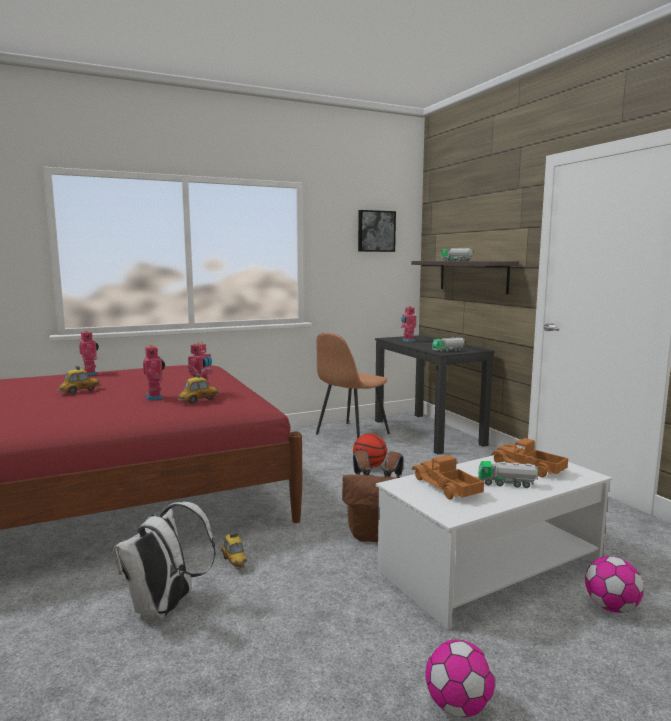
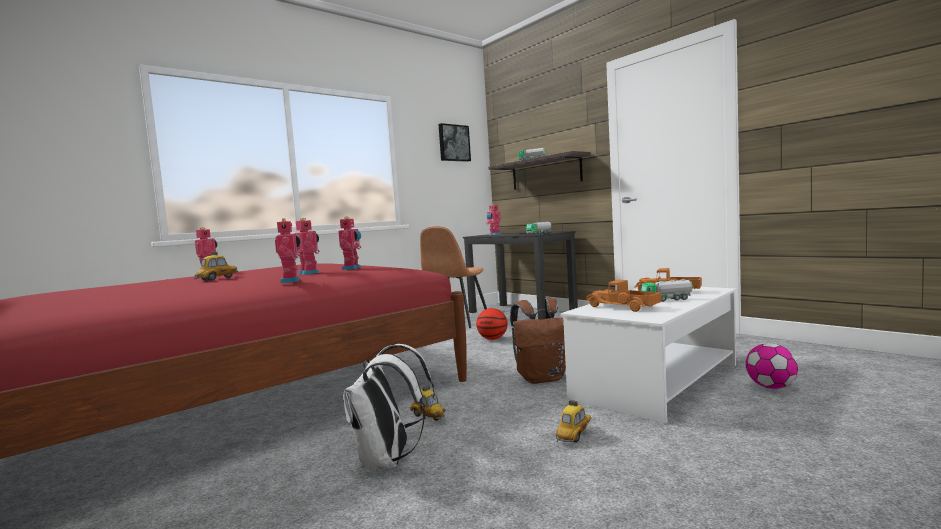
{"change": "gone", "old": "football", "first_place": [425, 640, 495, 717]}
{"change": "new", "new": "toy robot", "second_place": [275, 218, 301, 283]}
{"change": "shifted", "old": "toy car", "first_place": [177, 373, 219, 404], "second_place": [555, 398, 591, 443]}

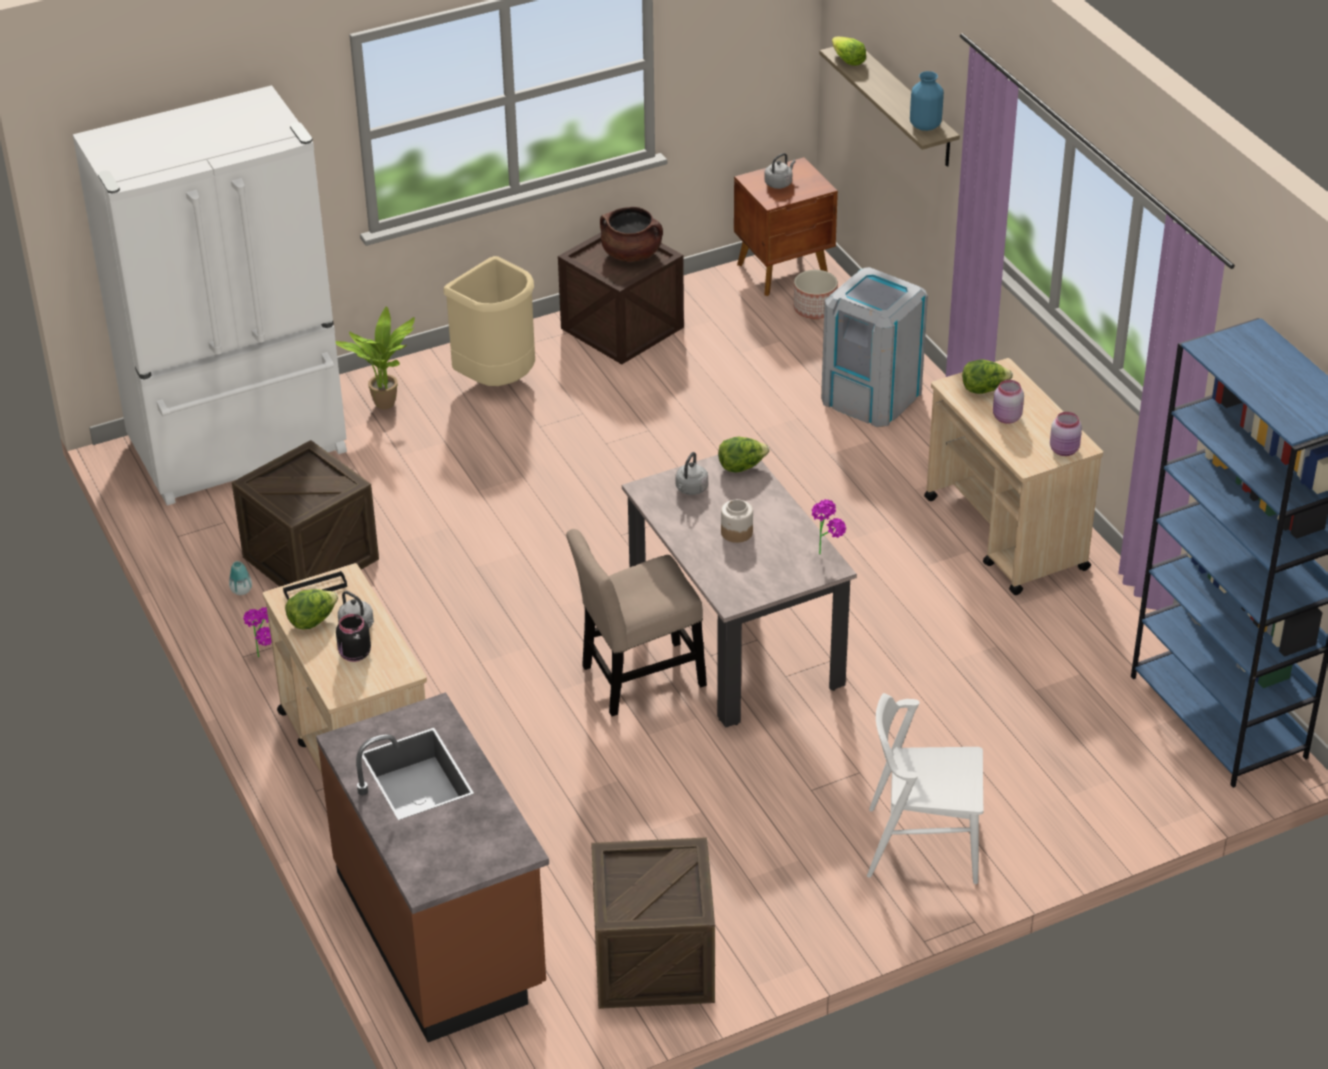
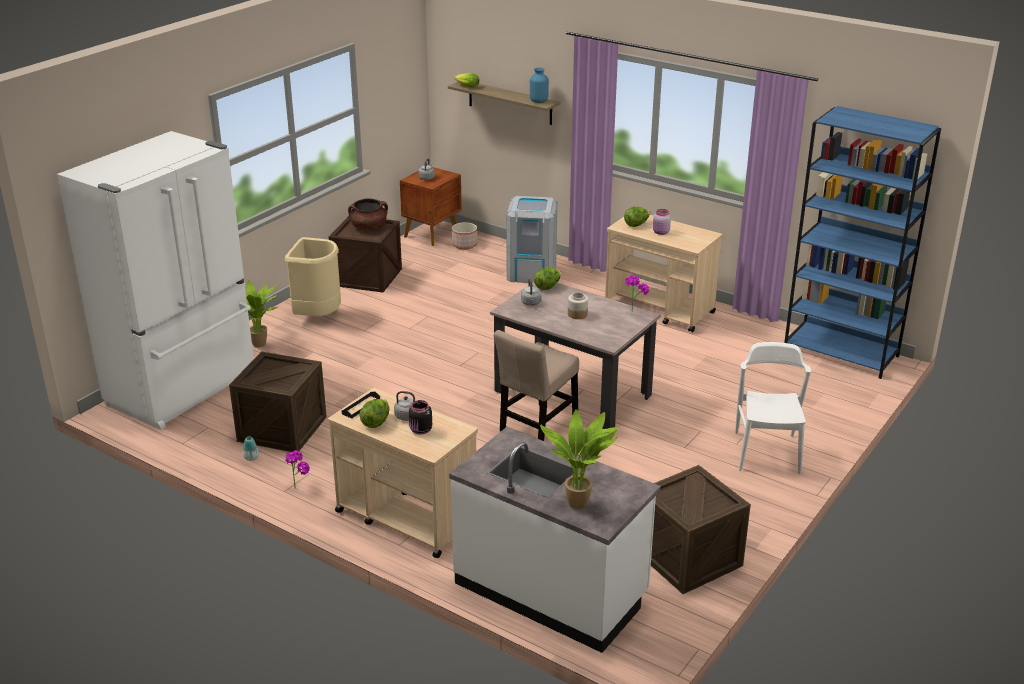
{"change": "gone", "old": "jar (pink)", "first_place": [1050, 412, 1082, 456]}
{"change": "new", "new": "potted plant", "second_place": [540, 409, 620, 509]}
{"change": "repainted", "old": "counter (brown)", "new": "counter (white)", "first_place": [316, 692, 549, 1042], "second_place": [449, 427, 661, 653]}
{"change": "rotated", "old": "chair (white)", "first_place": [867, 693, 984, 884], "second_place": [735, 342, 811, 474], "degrees": 120}

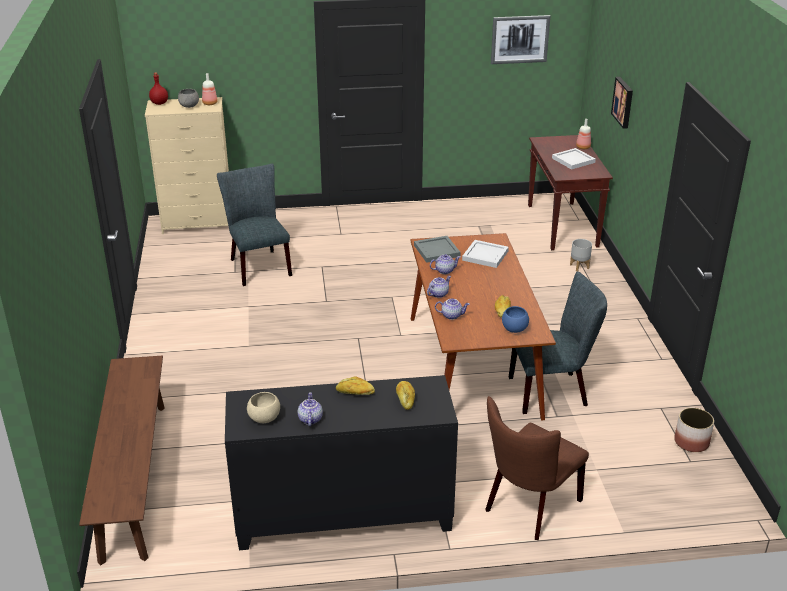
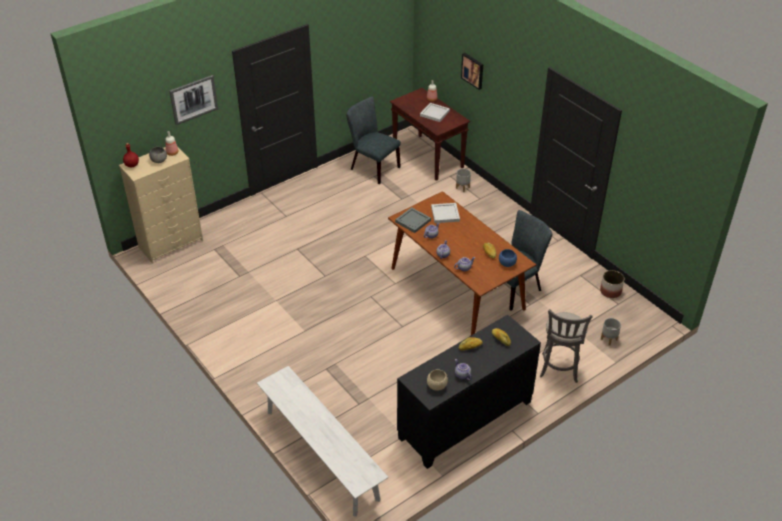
{"change": "new", "new": "planter (grey)", "second_place": [601, 318, 621, 346]}
{"change": "shifted", "old": "chair (grey)", "first_place": [217, 164, 292, 286], "second_place": [347, 96, 401, 184]}
{"change": "shifted", "old": "picture", "first_place": [491, 15, 550, 64], "second_place": [169, 75, 218, 125]}
{"change": "swapped", "old": "chair (brown)", "new": "stool (grey)", "first_place": [485, 396, 589, 540], "second_place": [540, 309, 592, 383]}
{"change": "repainted", "old": "bench (brown)", "new": "bench (white)", "first_place": [79, 355, 165, 565], "second_place": [257, 366, 388, 517]}

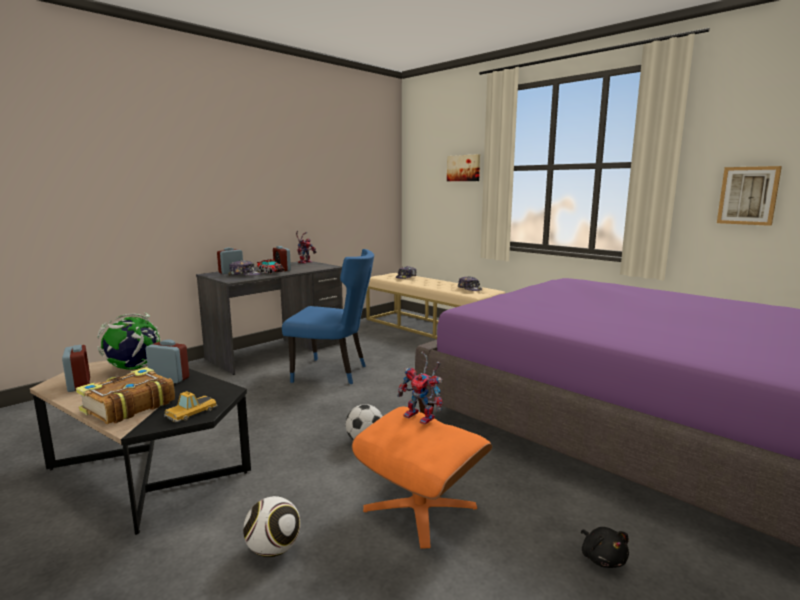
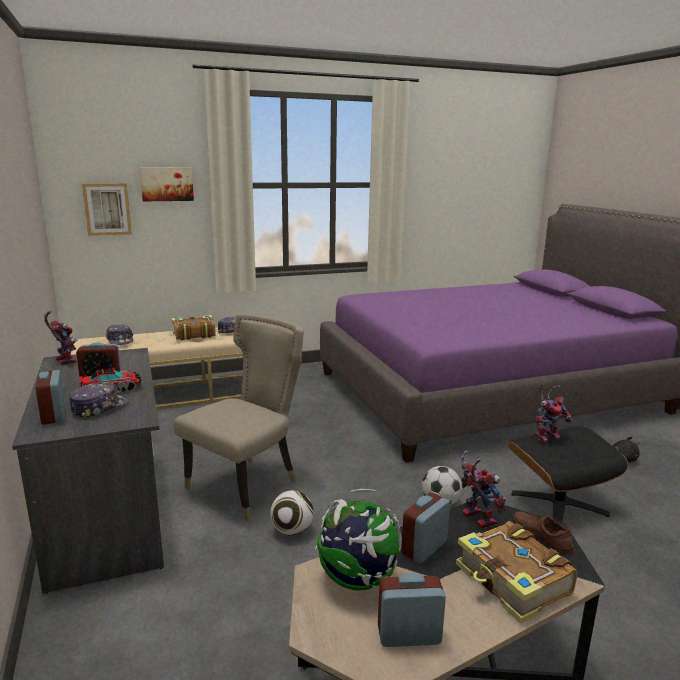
{"change": "new", "new": "book", "second_place": [172, 315, 216, 340]}
{"change": "new", "new": "toy robot", "second_place": [461, 450, 506, 529]}
{"change": "shifted", "old": "football", "first_place": [243, 496, 300, 557], "second_place": [270, 490, 314, 536]}
{"change": "shifted", "old": "picture", "first_place": [717, 166, 782, 226], "second_place": [82, 183, 132, 236]}
{"change": "swapped", "old": "toy car", "new": "shoe (brown)", "first_place": [164, 391, 218, 422], "second_place": [512, 511, 573, 555]}
{"change": "repainted", "old": "chair (blue)", "new": "chair (beige)", "first_place": [282, 249, 374, 384], "second_place": [173, 313, 304, 521]}
{"change": "repainted", "old": "ottoman (orange)", "new": "ottoman (black)", "first_place": [352, 407, 492, 549], "second_place": [508, 426, 628, 523]}

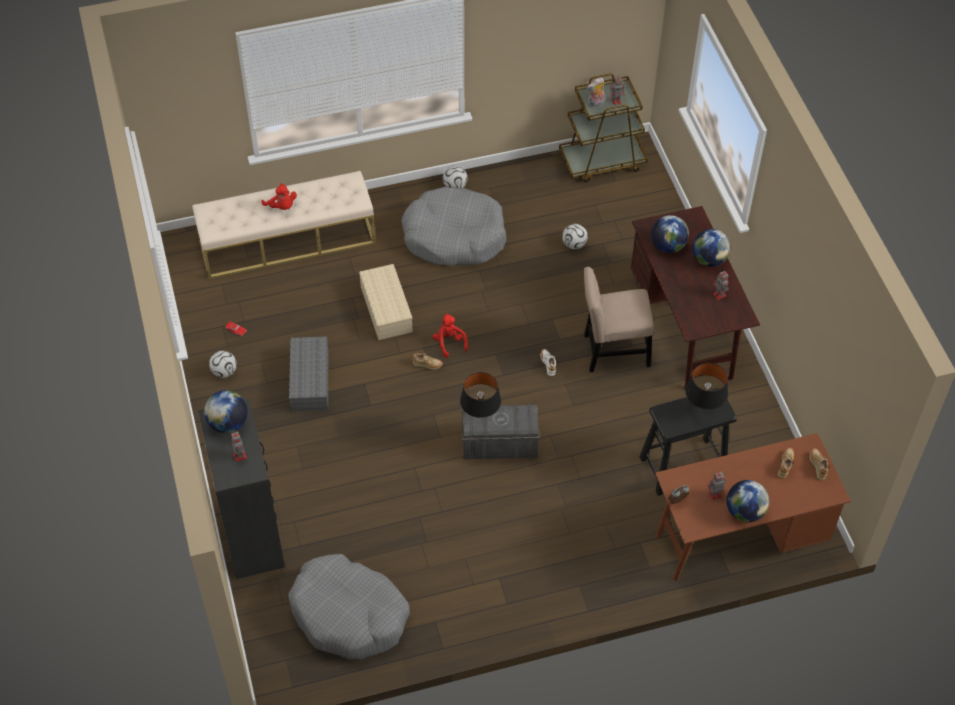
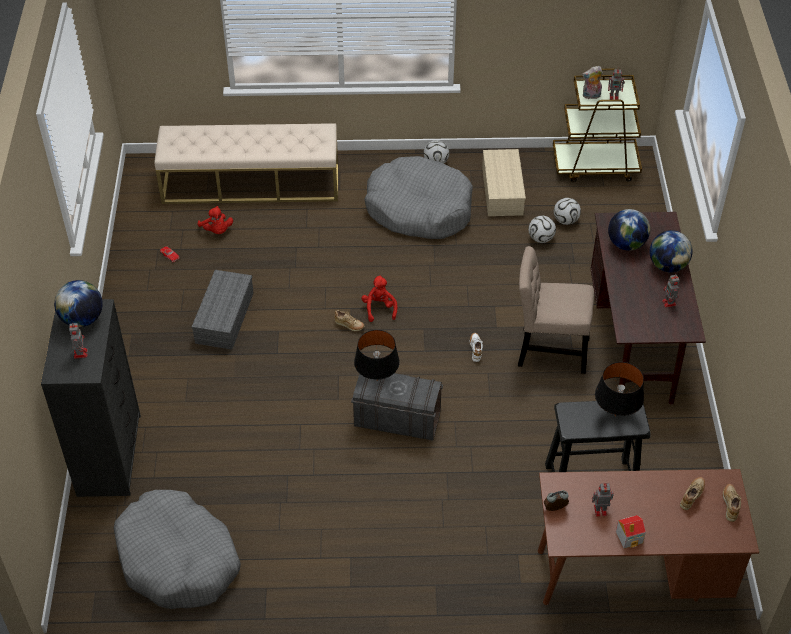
{"change": "shifted", "old": "football", "first_place": [209, 351, 237, 378], "second_place": [554, 198, 581, 225]}
{"change": "shifted", "old": "plush toy (red)", "first_place": [261, 183, 297, 210], "second_place": [197, 206, 233, 234]}
{"change": "shifted", "old": "storage box (beige)", "first_place": [359, 264, 413, 340], "second_place": [482, 149, 526, 216]}
{"change": "swapped", "old": "globe", "new": "toy house", "first_place": [727, 480, 769, 522], "second_place": [616, 515, 646, 549]}

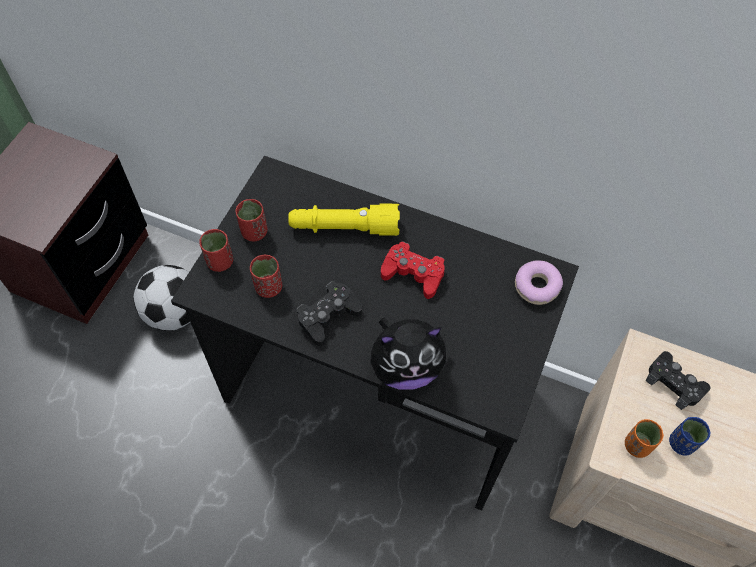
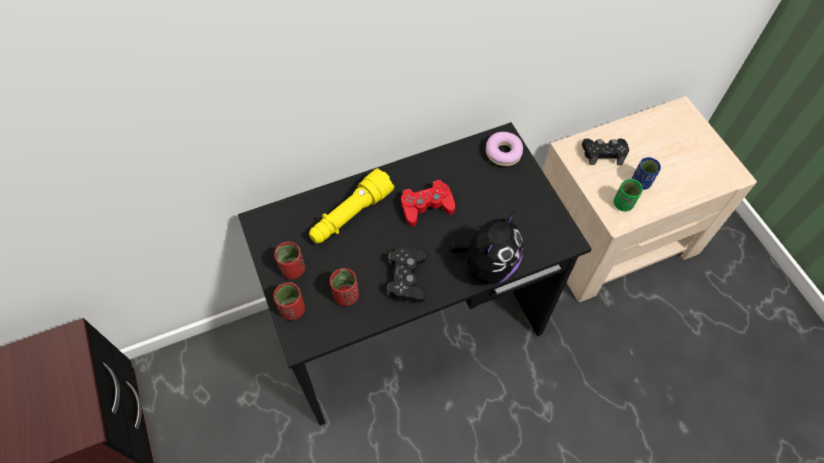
{"change": "gone", "old": "football", "first_place": [134, 265, 190, 331]}
{"change": "repainted", "old": "cup (orange)", "new": "cup (green)", "first_place": [625, 419, 664, 458], "second_place": [614, 179, 643, 211]}

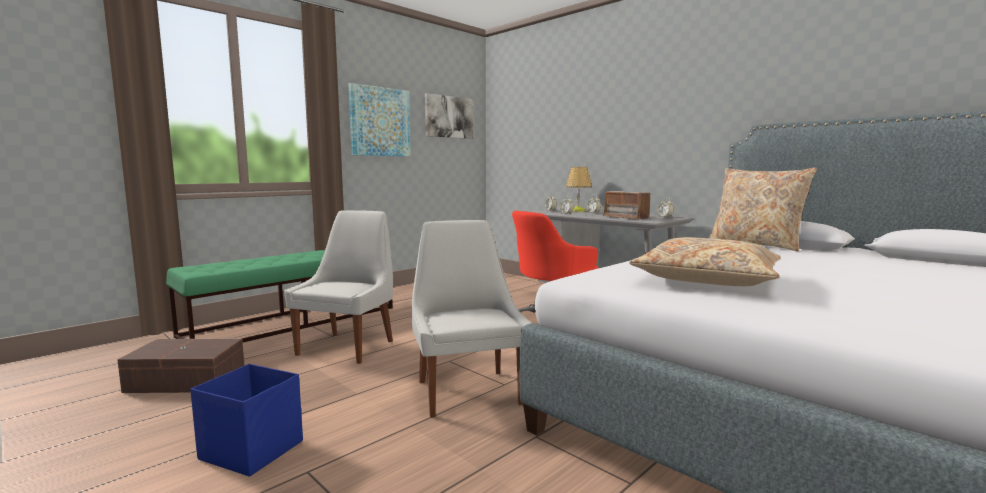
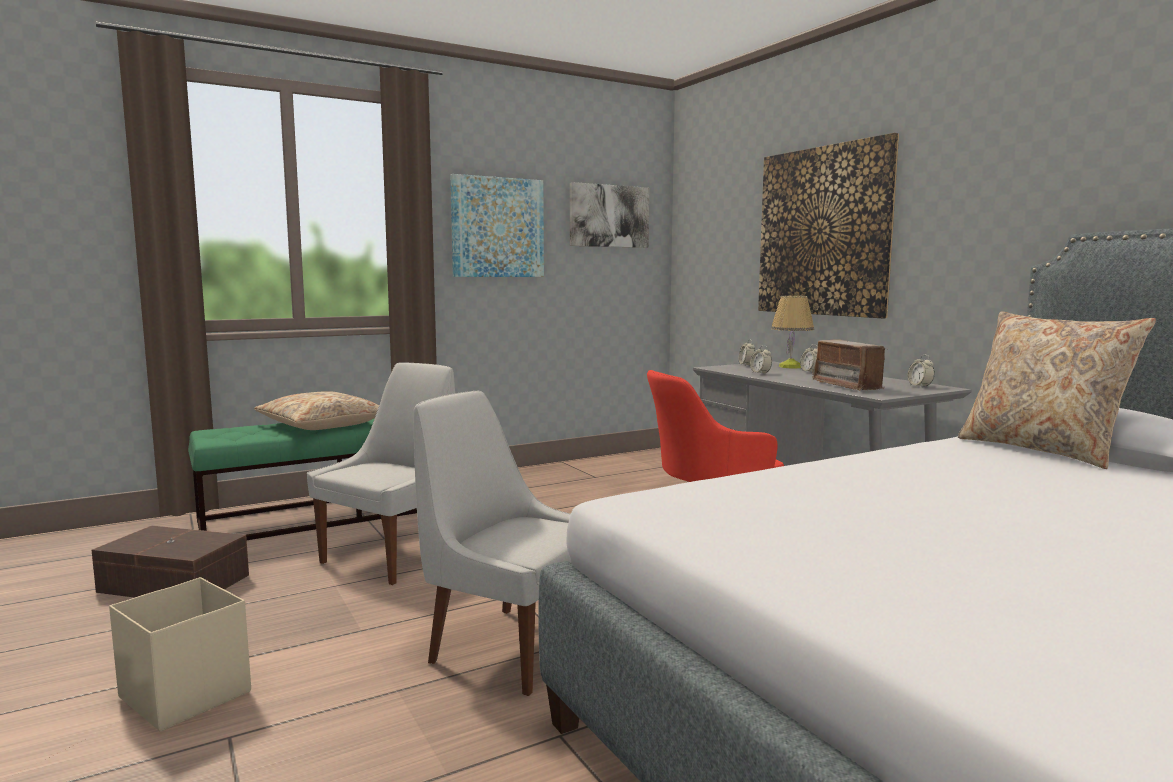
{"change": "new", "new": "picture", "second_place": [758, 133, 899, 318]}
{"change": "shifted", "old": "pillow (beige)", "first_place": [629, 237, 781, 286], "second_place": [254, 391, 379, 430]}
{"change": "repainted", "old": "storage box (blue)", "new": "storage box (beige)", "first_place": [190, 364, 303, 477], "second_place": [109, 577, 251, 732]}
{"change": "rotated", "old": "chair (white)", "first_place": [411, 220, 531, 418], "second_place": [414, 391, 571, 696], "degrees": -60}

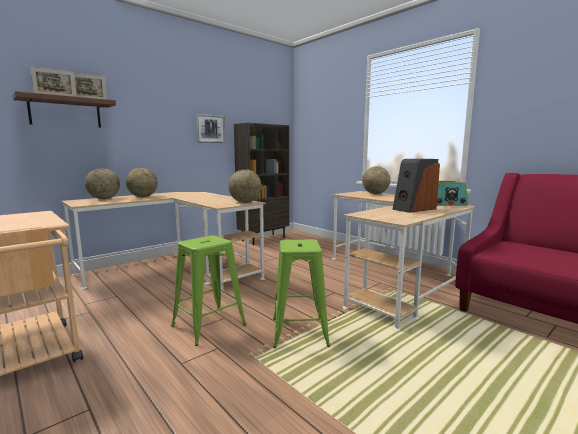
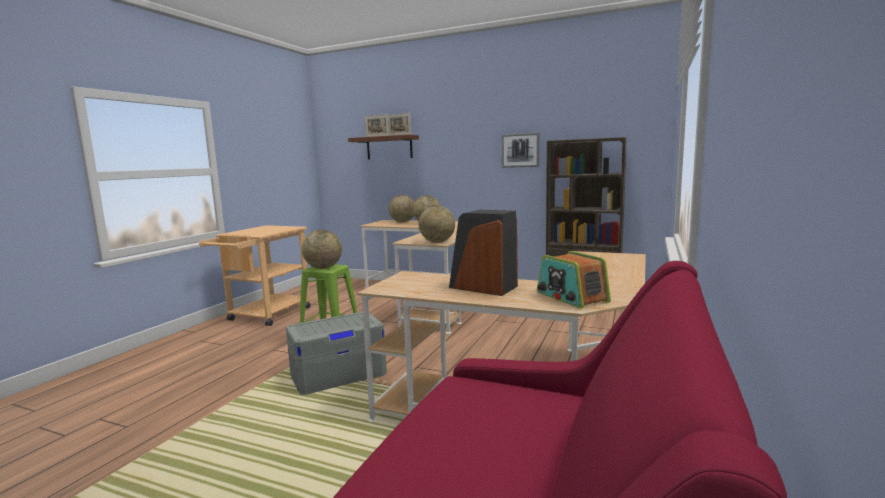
{"change": "shifted", "old": "globe", "first_place": [362, 166, 390, 194], "second_place": [302, 230, 342, 269]}
{"change": "swapped", "old": "stool (green)", "new": "storage box (grey)", "first_place": [273, 239, 330, 348], "second_place": [286, 312, 387, 395]}

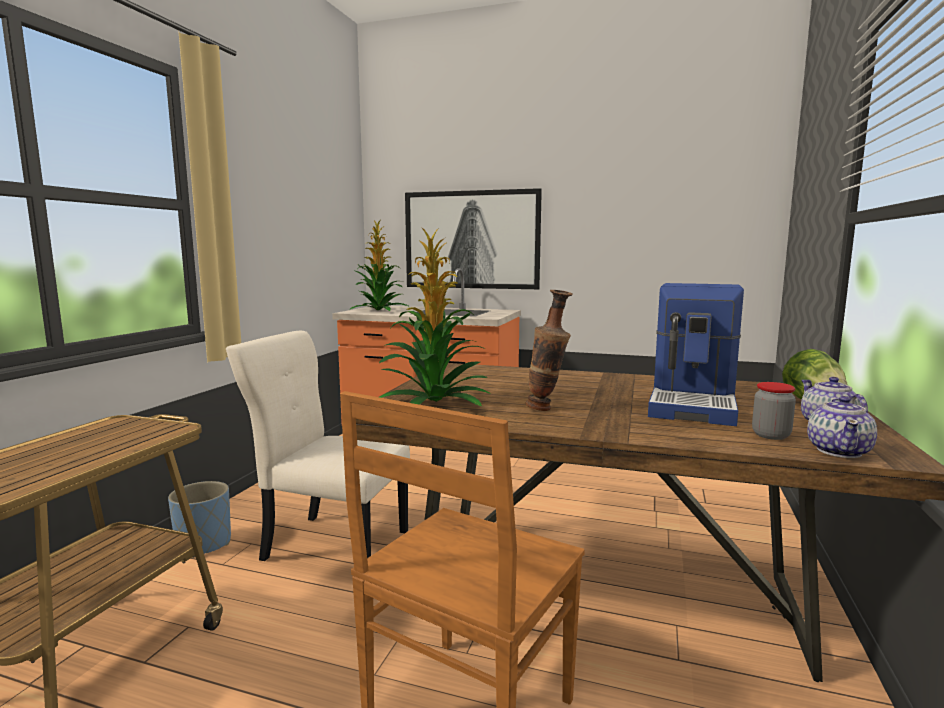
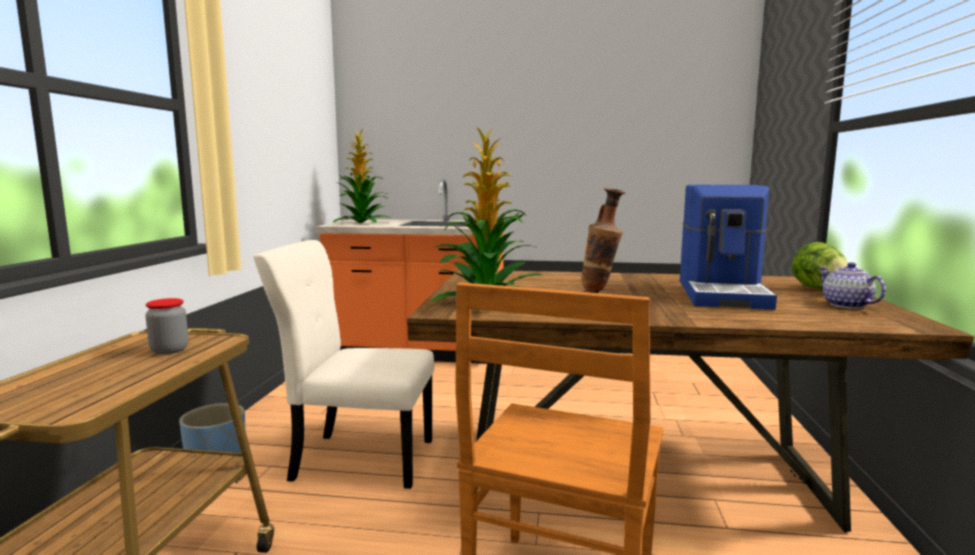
{"change": "gone", "old": "picture", "first_place": [405, 188, 542, 289]}
{"change": "gone", "old": "teapot", "first_place": [807, 396, 877, 458]}
{"change": "shifted", "old": "jar", "first_place": [752, 382, 796, 440], "second_place": [145, 298, 188, 355]}

